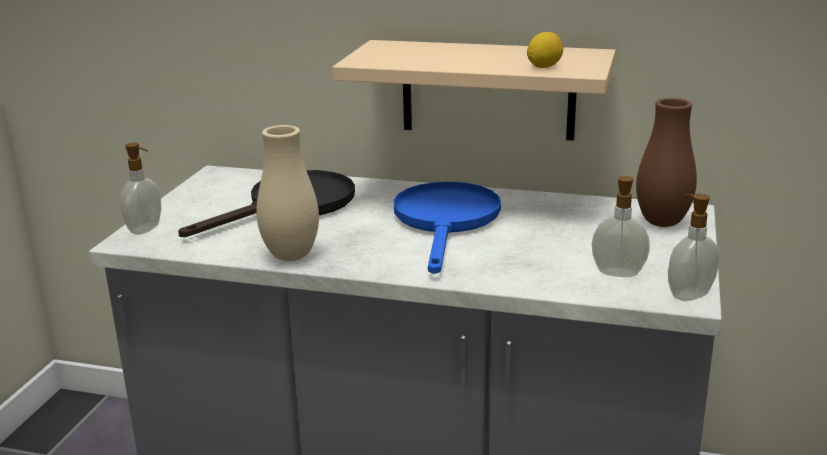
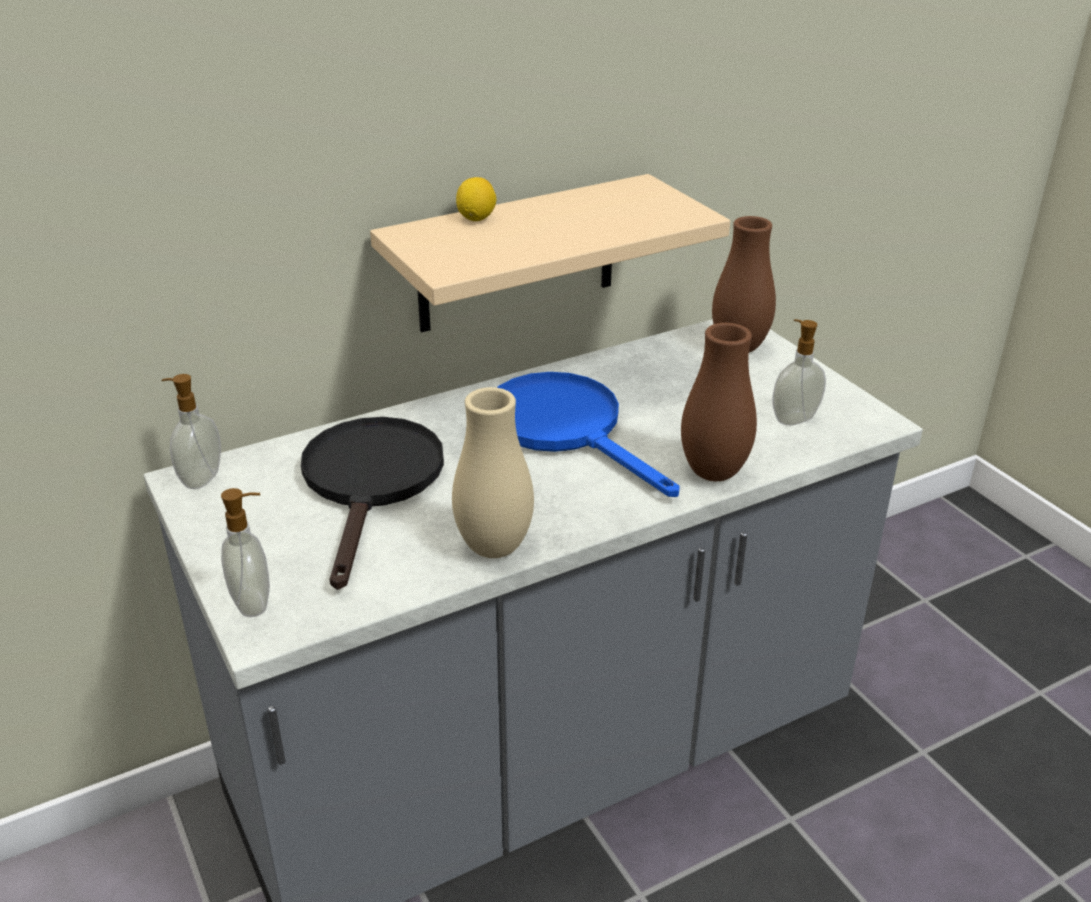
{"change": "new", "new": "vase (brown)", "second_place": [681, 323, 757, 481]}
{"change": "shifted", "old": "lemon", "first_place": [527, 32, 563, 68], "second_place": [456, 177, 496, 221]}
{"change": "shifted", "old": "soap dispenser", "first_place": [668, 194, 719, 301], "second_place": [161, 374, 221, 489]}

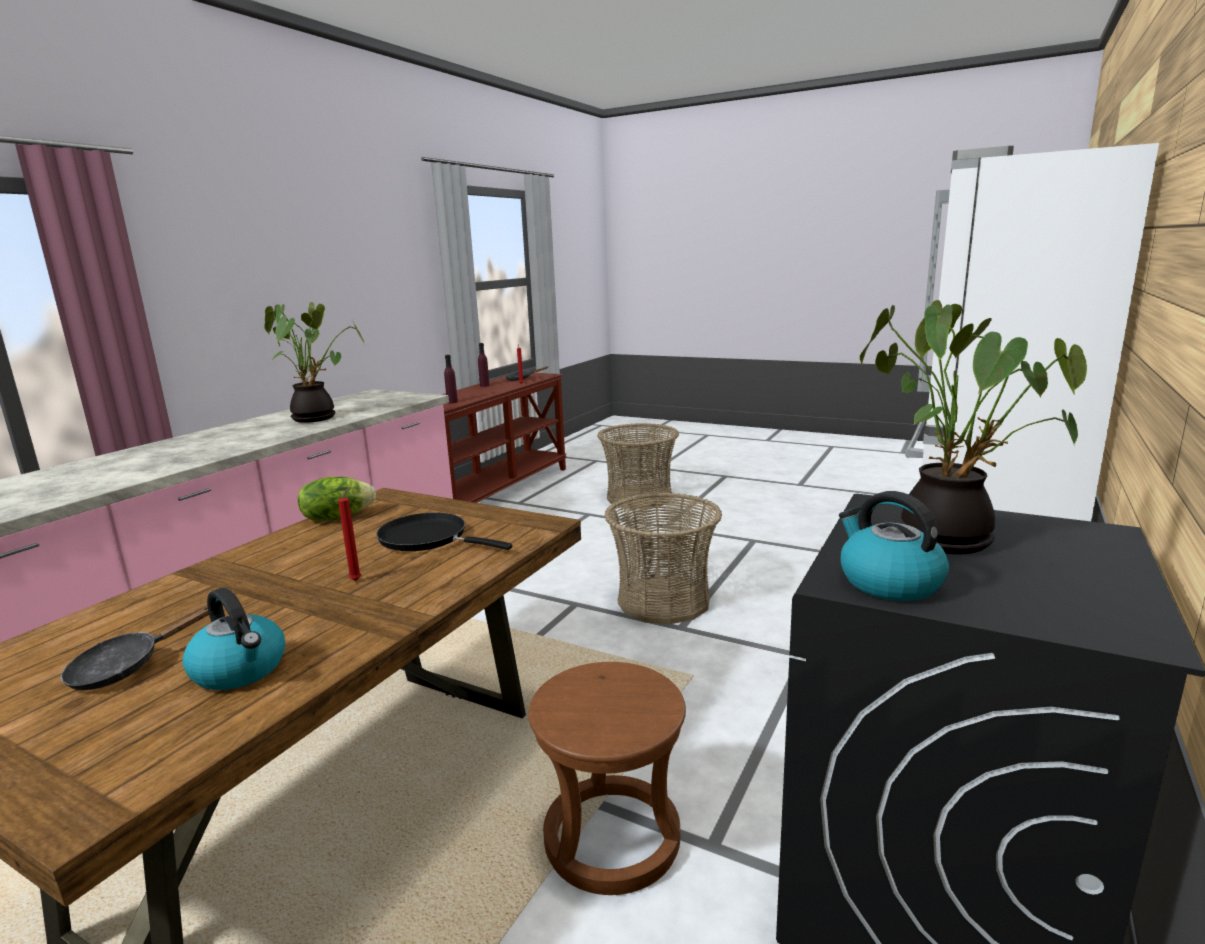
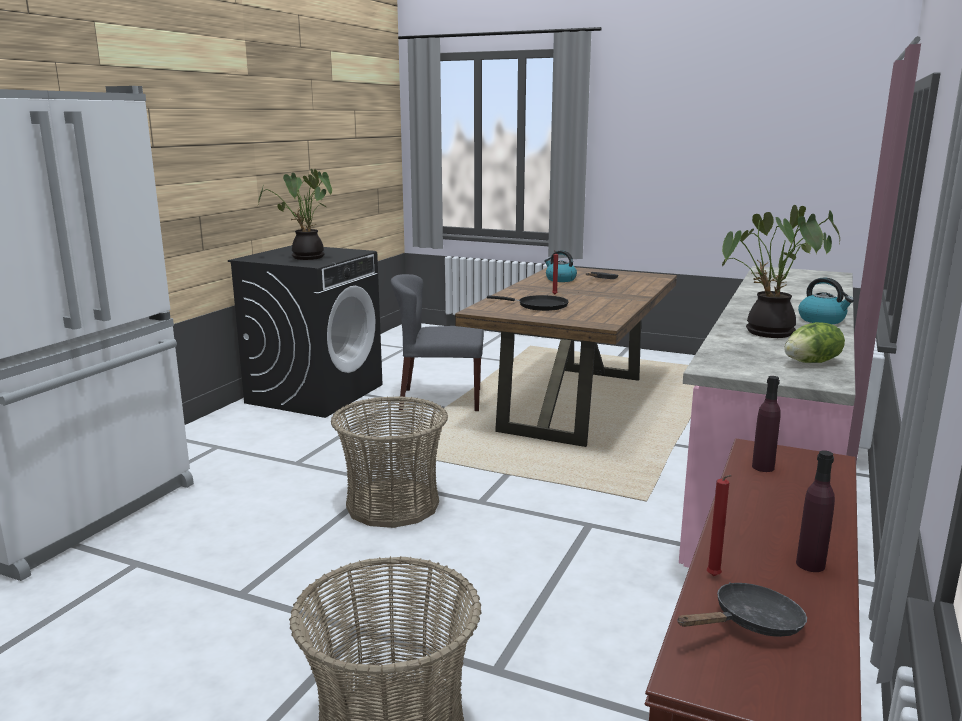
{"change": "shifted", "old": "lettuce", "first_place": [298, 477, 376, 521], "second_place": [784, 322, 845, 363]}
{"change": "shifted", "old": "kettle", "first_place": [839, 491, 949, 601], "second_place": [798, 277, 854, 324]}
{"change": "swapped", "old": "stool (brown)", "new": "chair (grey)", "first_place": [528, 662, 686, 895], "second_place": [391, 274, 484, 411]}

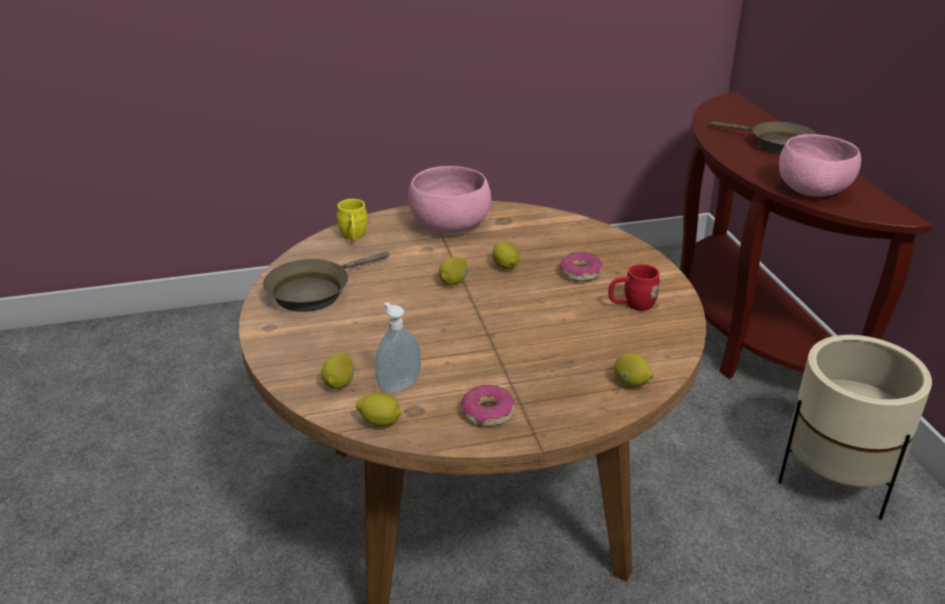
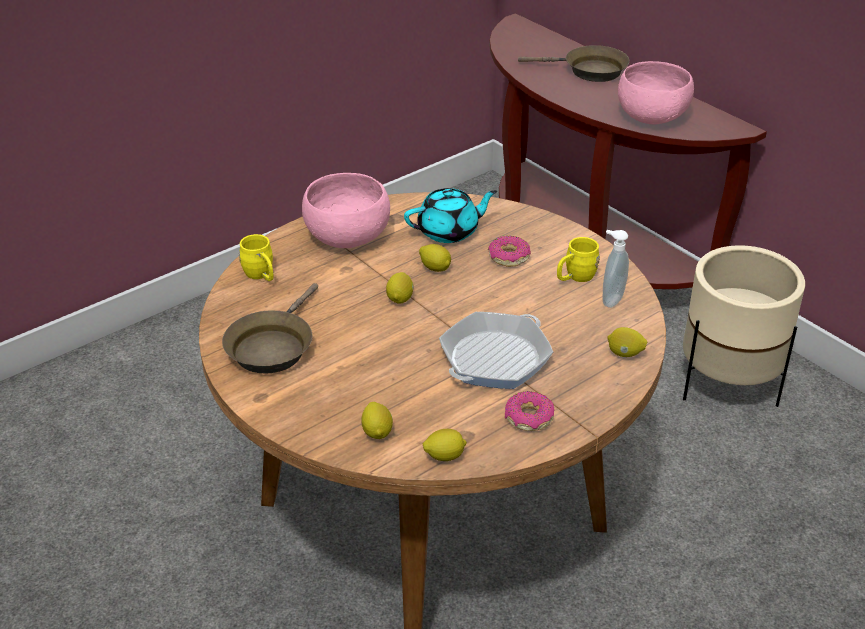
{"change": "new", "new": "teapot (turquoise)", "second_place": [404, 188, 497, 243]}
{"change": "new", "new": "frying pan", "second_place": [439, 312, 553, 389]}
{"change": "shifted", "old": "soap dispenser", "first_place": [375, 302, 421, 394], "second_place": [603, 230, 629, 308]}
{"change": "repainted", "old": "mug (red)", "new": "mug (yellow)", "first_place": [608, 264, 660, 311], "second_place": [557, 237, 600, 282]}

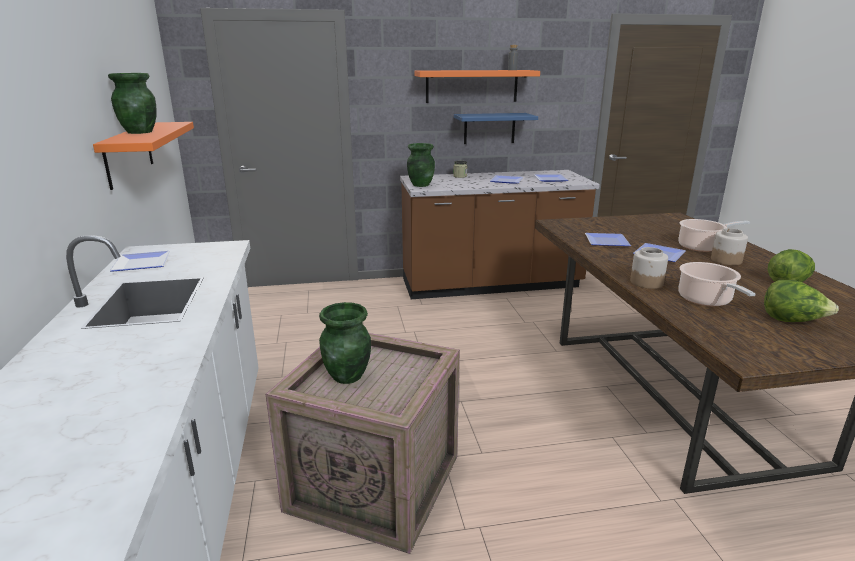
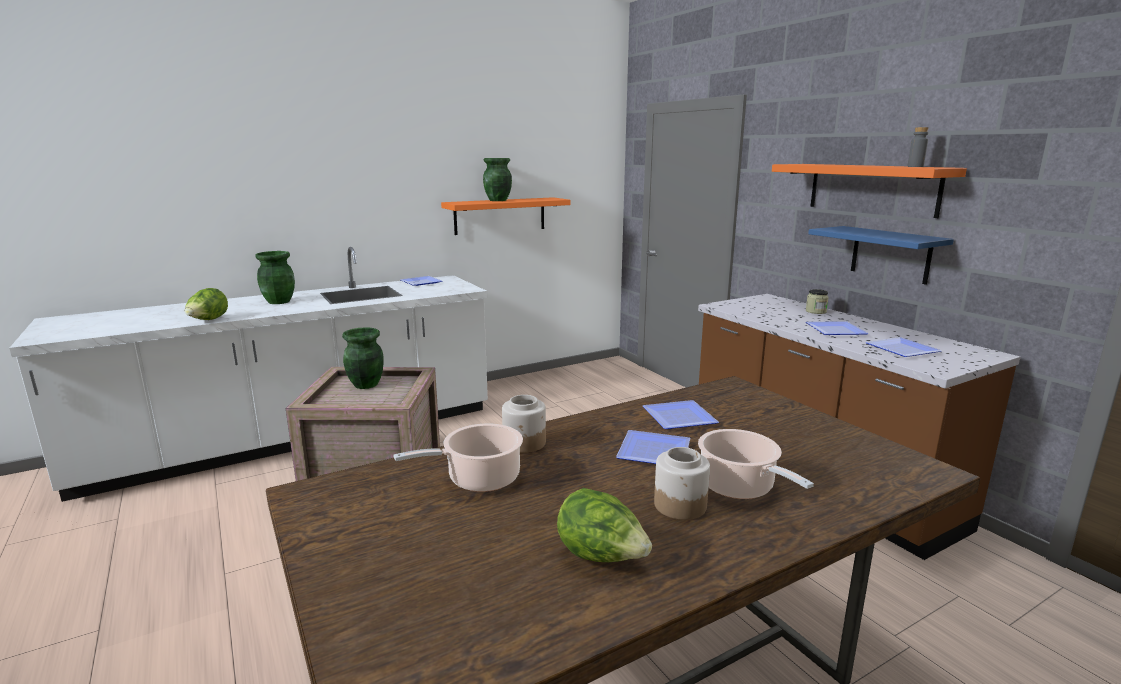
{"change": "shifted", "old": "vase (green)", "first_place": [407, 143, 435, 187], "second_place": [255, 251, 295, 304]}
{"change": "shifted", "old": "lettuce", "first_place": [764, 280, 839, 322], "second_place": [185, 288, 228, 320]}

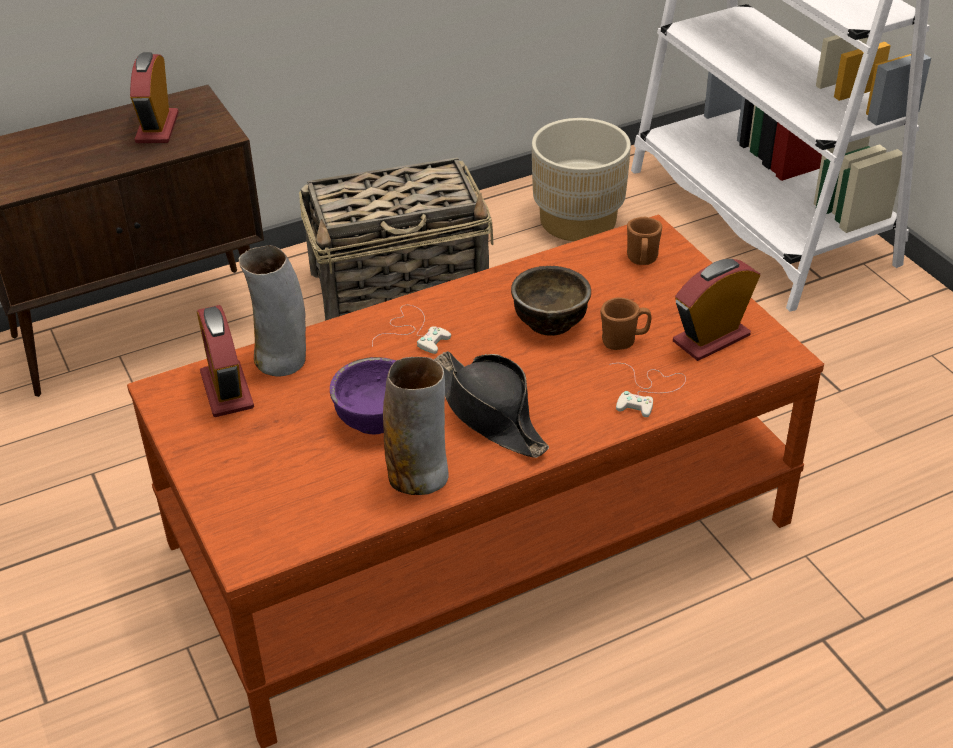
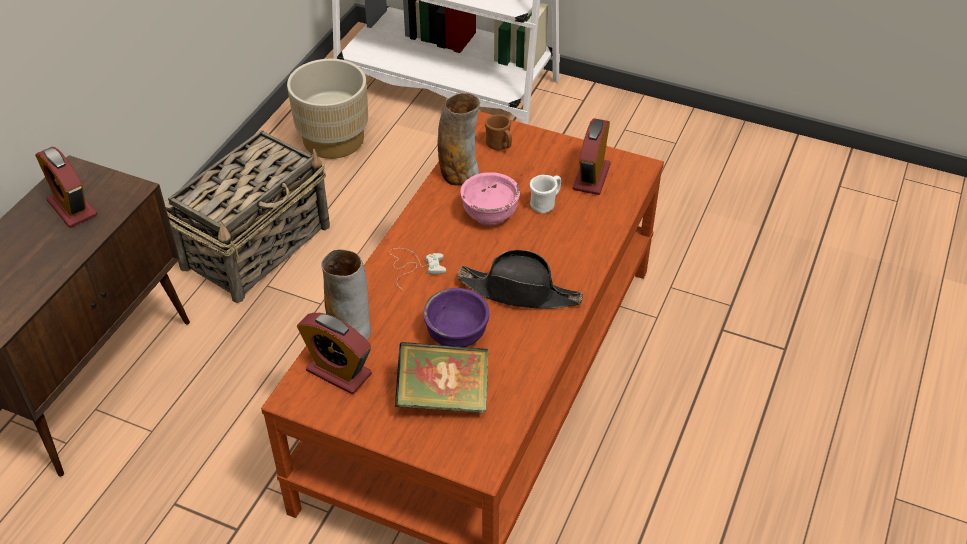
{"change": "gone", "old": "game controller (white)", "first_place": [609, 363, 686, 417]}
{"change": "new", "new": "book", "second_place": [395, 342, 489, 413]}
{"change": "shifted", "old": "vase", "first_place": [383, 357, 449, 495], "second_place": [437, 93, 480, 186]}
{"change": "repainted", "old": "bowl (brown)", "new": "bowl (pink)", "first_place": [511, 266, 591, 336], "second_place": [460, 172, 520, 226]}
{"change": "repainted", "old": "mug (brown)", "new": "mug (white)", "first_place": [600, 297, 652, 350], "second_place": [530, 175, 561, 214]}

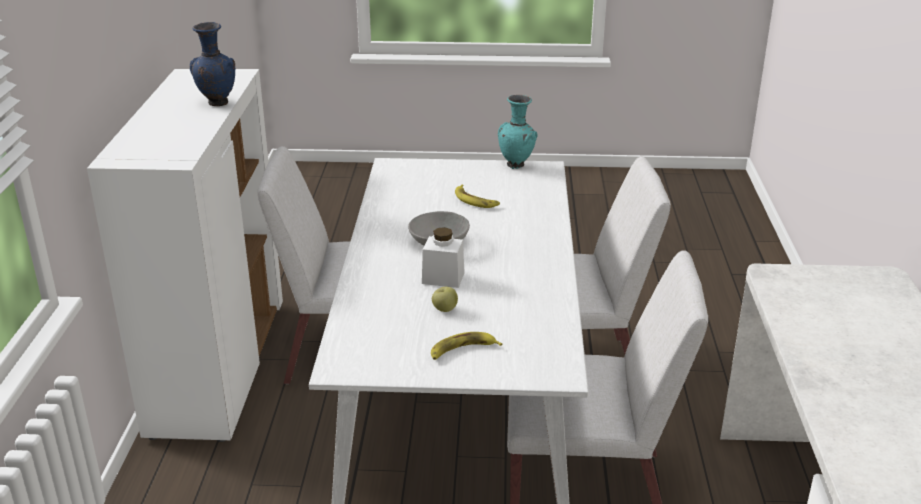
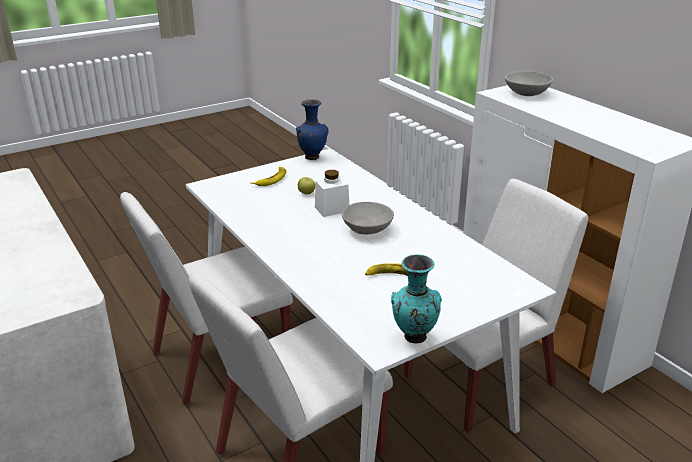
{"change": "new", "new": "bowl (grey)", "second_place": [505, 71, 553, 96]}
{"change": "shifted", "old": "vase (blue)", "first_place": [190, 22, 235, 106], "second_place": [296, 99, 329, 160]}

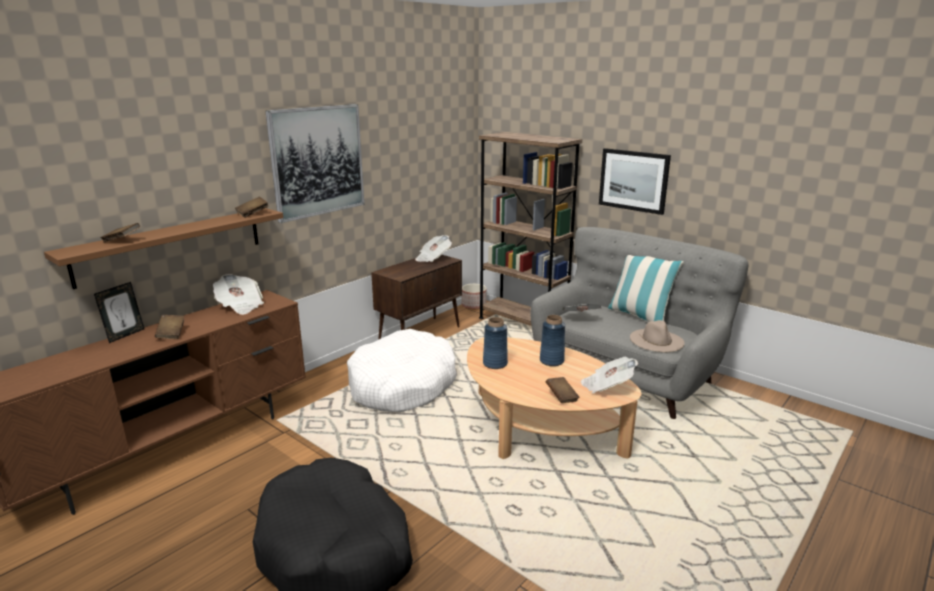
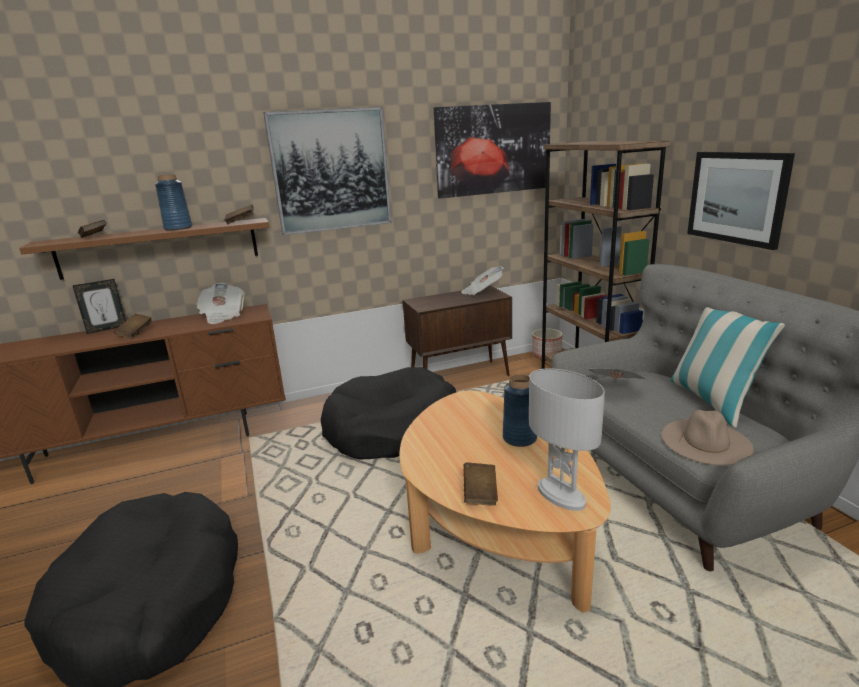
{"change": "new", "new": "picture", "second_place": [434, 102, 551, 199]}
{"change": "shifted", "old": "vase (blue)", "first_place": [483, 317, 508, 369], "second_place": [155, 174, 192, 231]}
{"change": "swapped", "old": "newspaper", "new": "table lamp (white)", "first_place": [581, 357, 638, 393], "second_place": [529, 368, 605, 511]}
{"change": "repainted", "old": "dog bed (white)", "new": "dog bed (black)", "first_place": [347, 329, 457, 412], "second_place": [321, 367, 456, 459]}

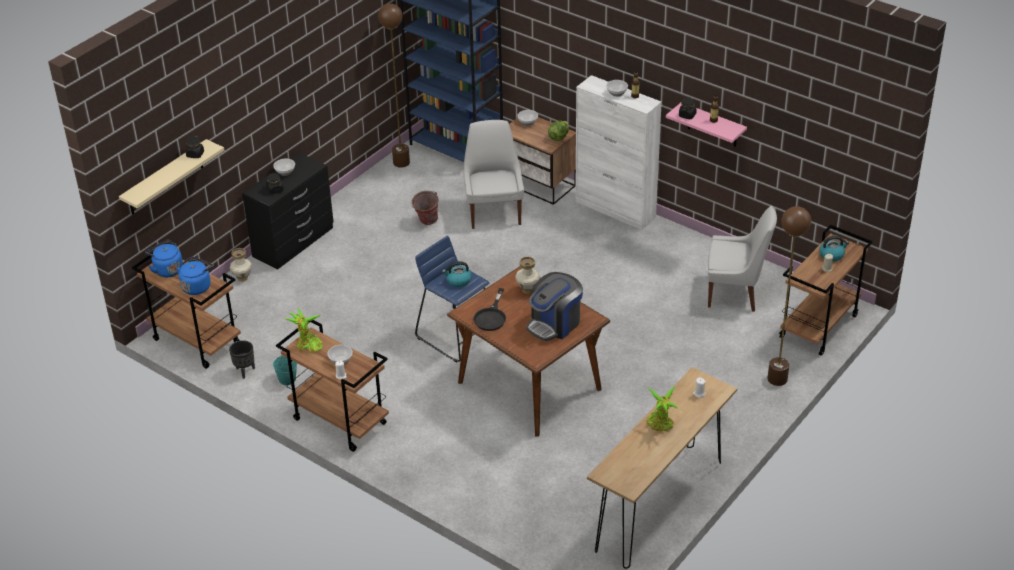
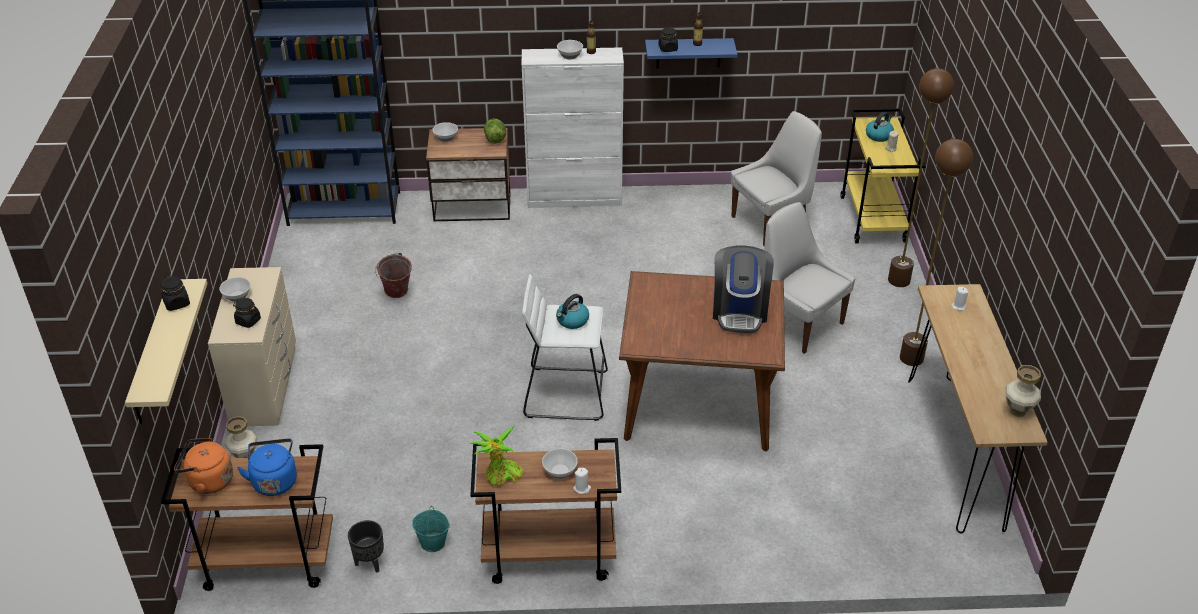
{"change": "gone", "old": "frying pan (black)", "first_place": [473, 288, 506, 331]}
{"change": "gone", "old": "potted plant", "first_place": [647, 387, 678, 431]}
{"change": "shifted", "old": "floor lamp (brown)", "first_place": [378, 3, 410, 168], "second_place": [900, 139, 973, 366]}
{"change": "shifted", "old": "chair (white)", "first_place": [464, 120, 524, 229], "second_place": [764, 202, 855, 354]}
{"change": "shifted", "old": "vase", "first_place": [515, 257, 540, 294], "second_place": [1005, 365, 1041, 417]}
{"change": "repainted", "old": "kettle (blue)", "new": "kettle (orange)", "first_place": [145, 240, 183, 277], "second_place": [174, 438, 233, 494]}
{"change": "repainted", "old": "dresser (black)", "new": "dresser (beige)", "first_place": [242, 153, 334, 269], "second_place": [208, 267, 296, 426]}
{"change": "repainted", "old": "stool (blue)", "new": "stool (white)", "first_place": [415, 236, 489, 362], "second_place": [522, 274, 608, 421]}
{"change": "repainted", "old": "shelf (pink)", "new": "shelf (blue)", "first_place": [666, 102, 747, 147], "second_place": [645, 38, 738, 68]}
{"change": "repainted", "old": "cart (brown)", "new": "cart (yellow)", "first_place": [779, 225, 873, 356], "second_place": [840, 108, 926, 243]}

